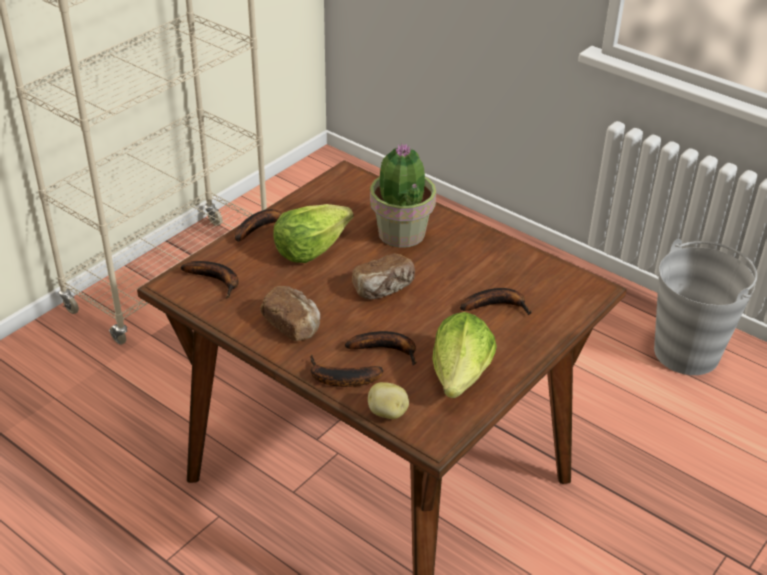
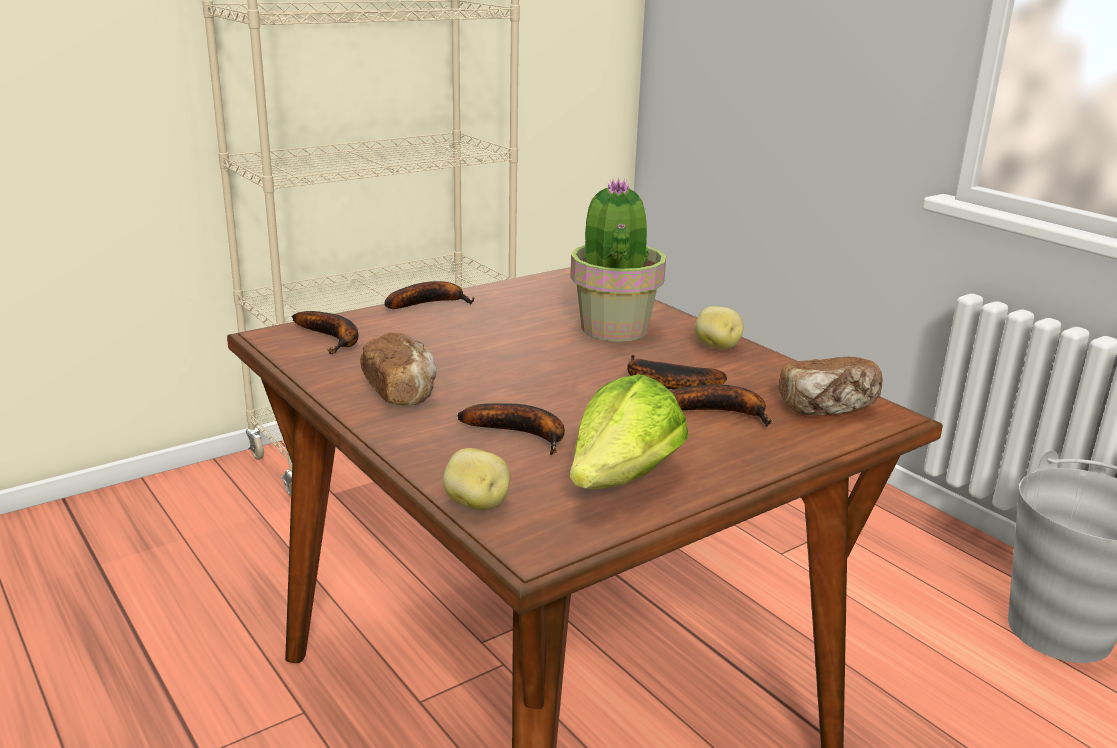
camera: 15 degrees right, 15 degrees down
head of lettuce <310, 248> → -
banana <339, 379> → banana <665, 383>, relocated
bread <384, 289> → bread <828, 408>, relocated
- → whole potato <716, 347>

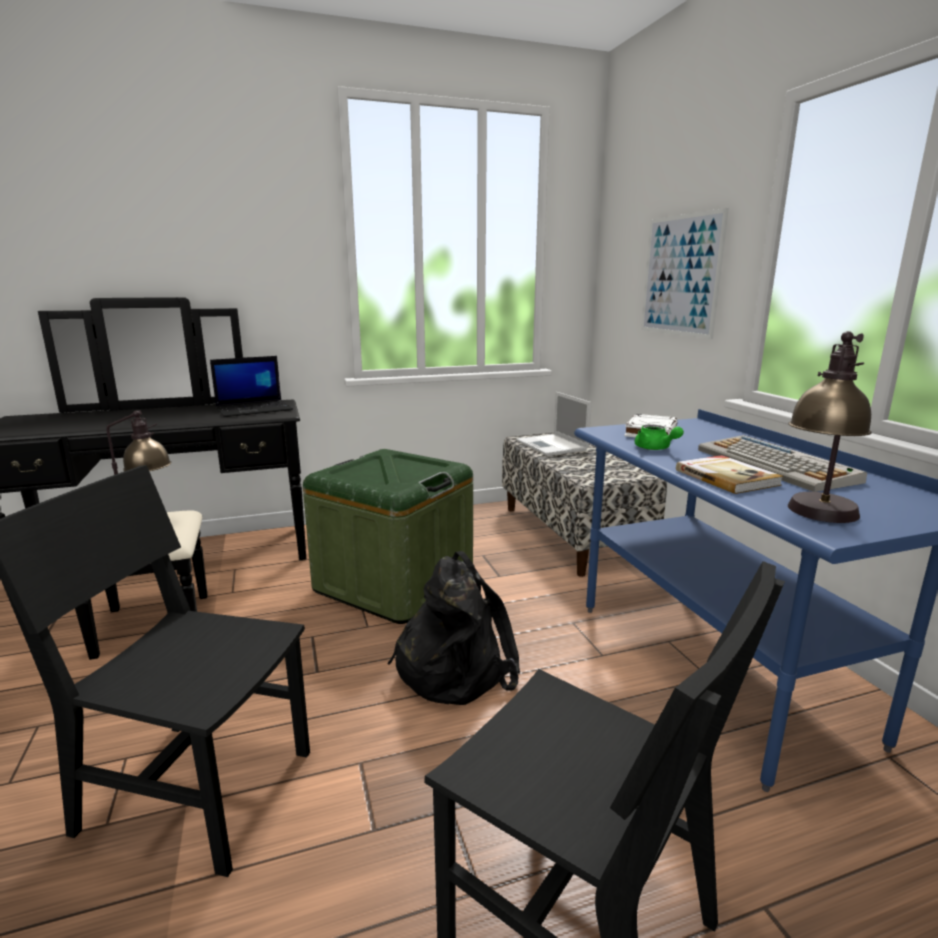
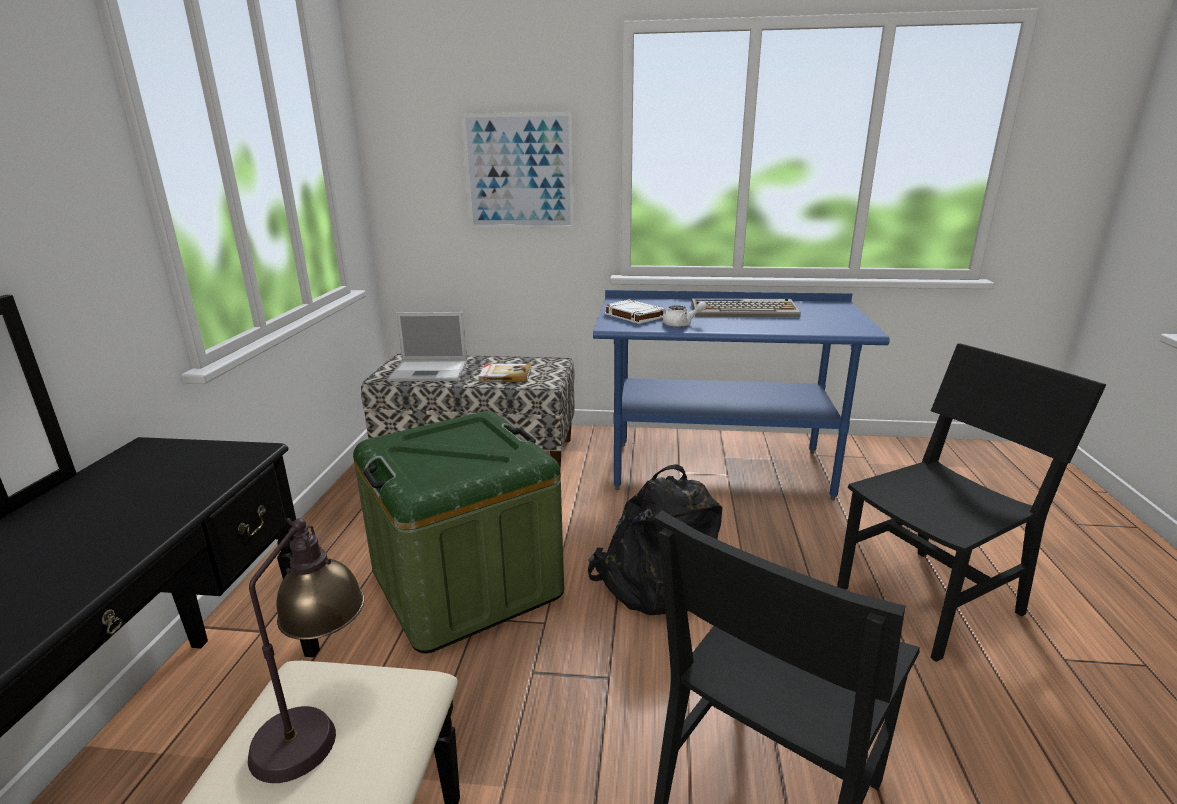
camera: 65 degrees left, 5 degrees up
laptop <255, 409> → -
tea pot in greenish <655, 448> → tea pot in white <682, 324>
volume <727, 477> → volume <505, 375>, relocated
table lamp <817, 518> → -

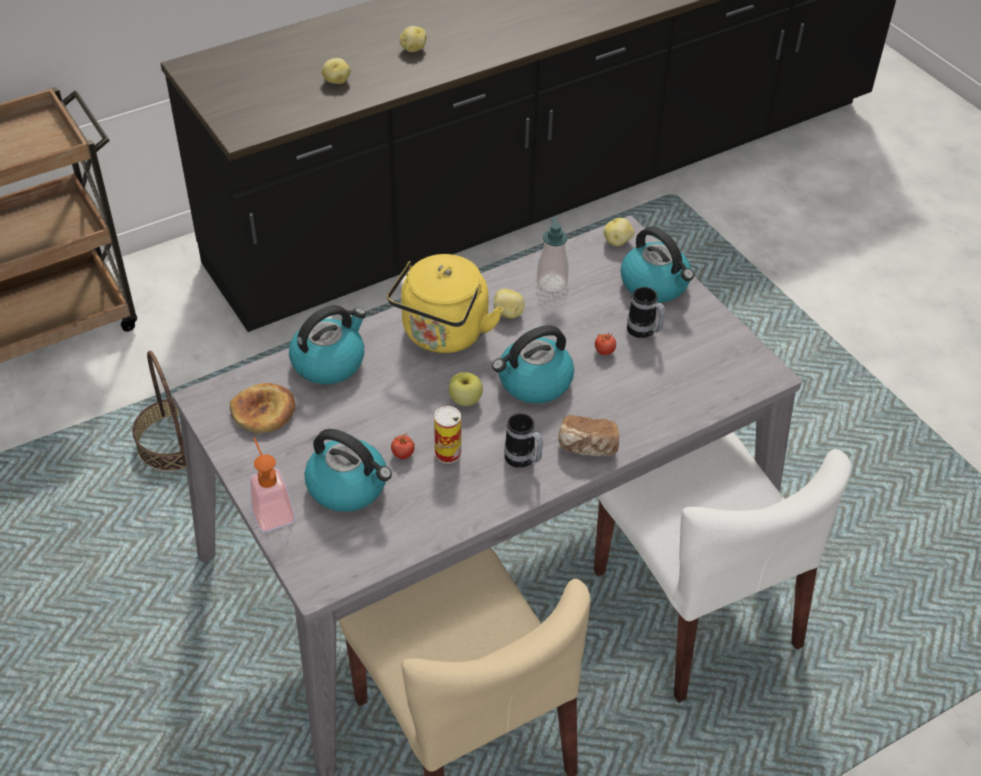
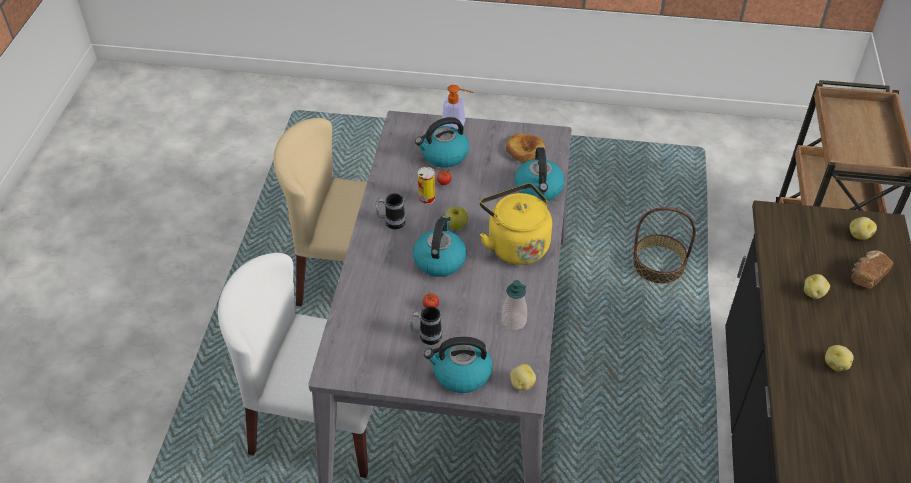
camera: 130 degrees right, 0 degrees up
whole potato <508, 314> → whole potato <859, 235>, relocated
bread <587, 447> → bread <867, 276>, relocated

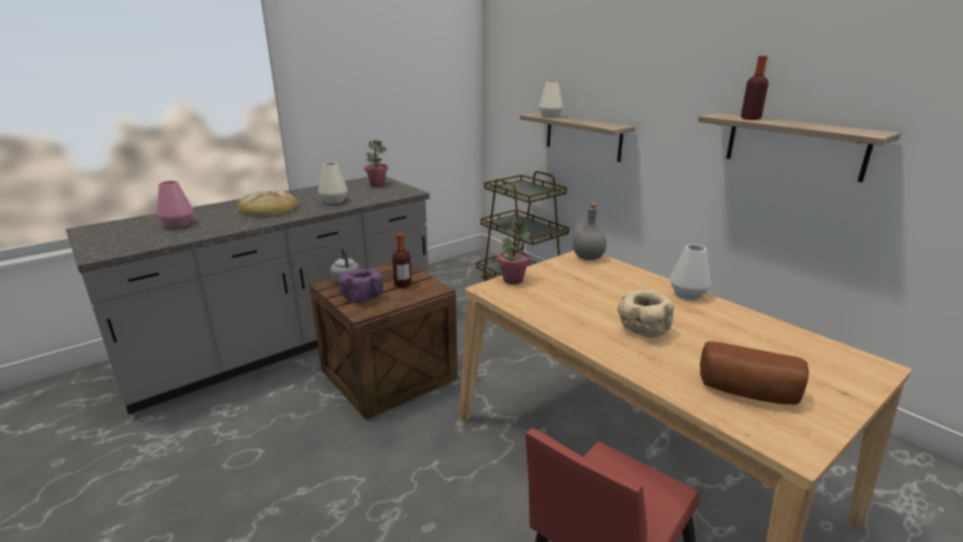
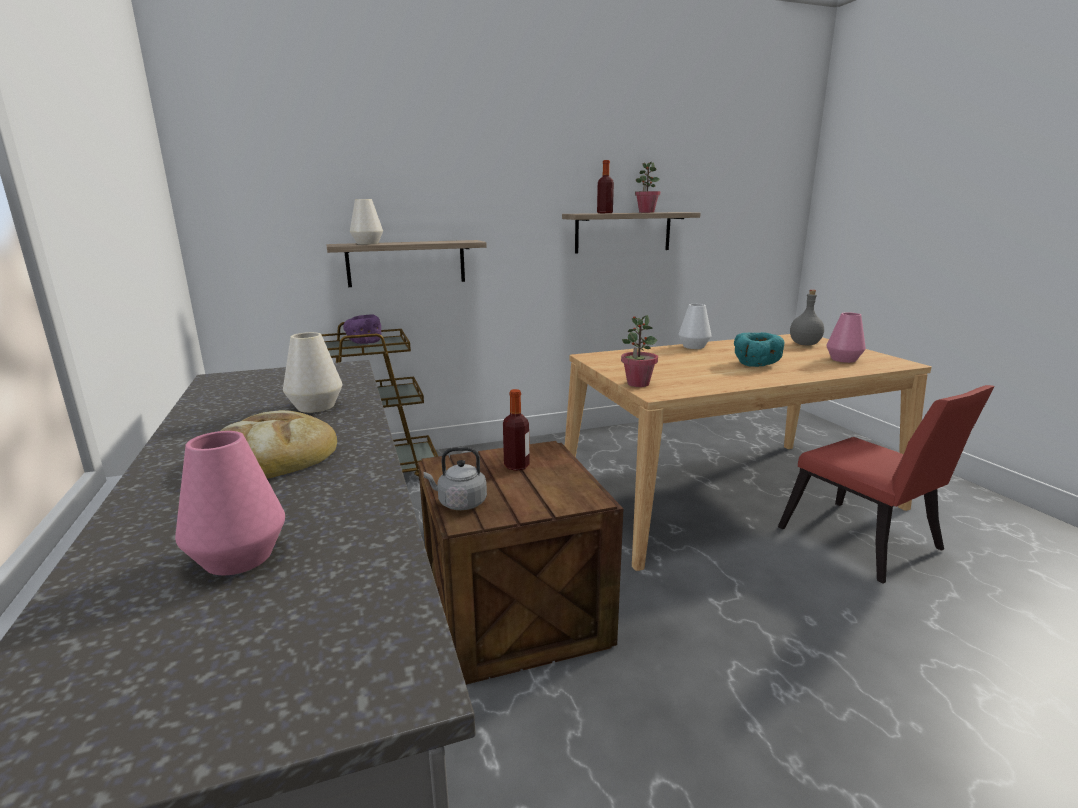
camera: 70 degrees left, 5 degrees down
deep dish in purplish <362, 297> → deep dish in purplish <364, 342>, relocated
plant in a pot <377, 184> → plant in a pot <646, 212>, relocated
drink bottle in greyish <588, 258> → drink bottle in greyish <805, 344>, relocated
deep dish in sand-coloured <642, 330> → deep dish in turquoise-coloured <755, 365>
bread <748, 393> → vase in pink <843, 359>

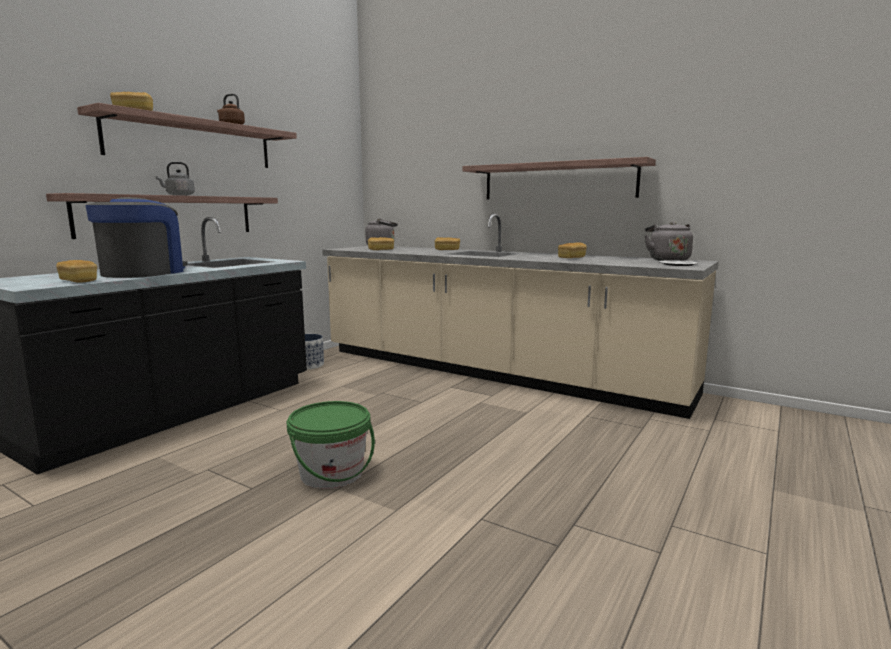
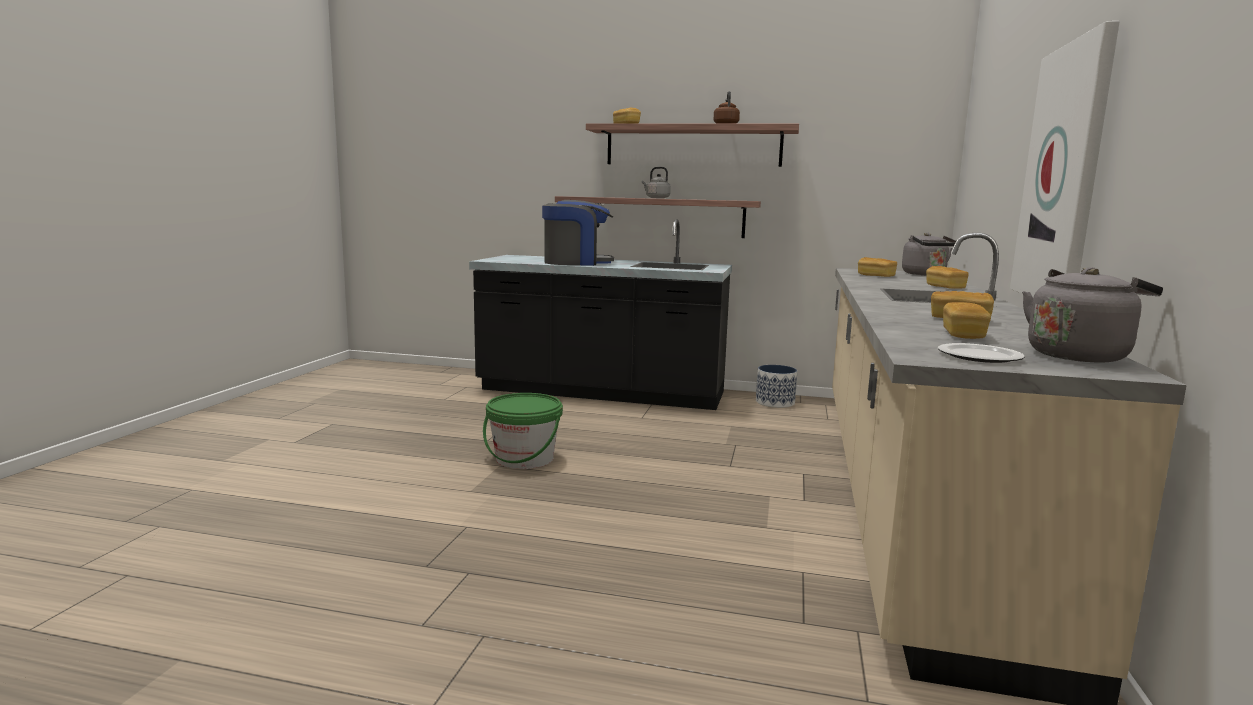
camera: 70 degrees right, 0 degrees up
bread <78, 281> → bread <963, 335>, relocated
wall shelf <557, 181> → picture <1064, 175>

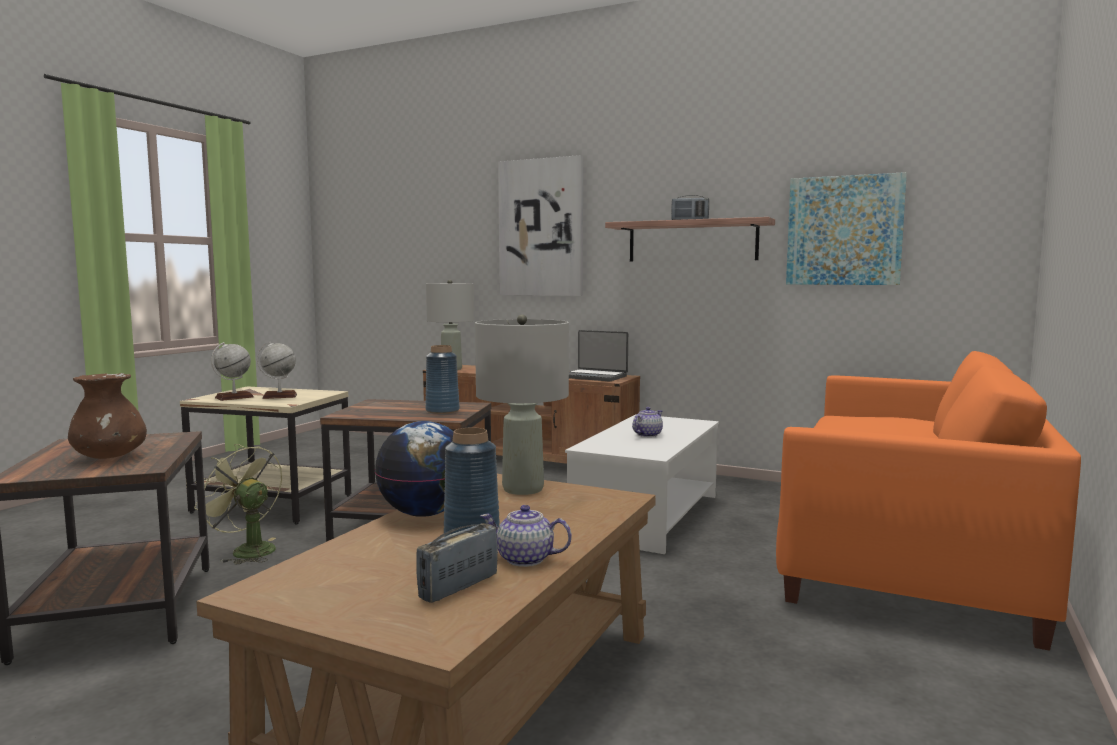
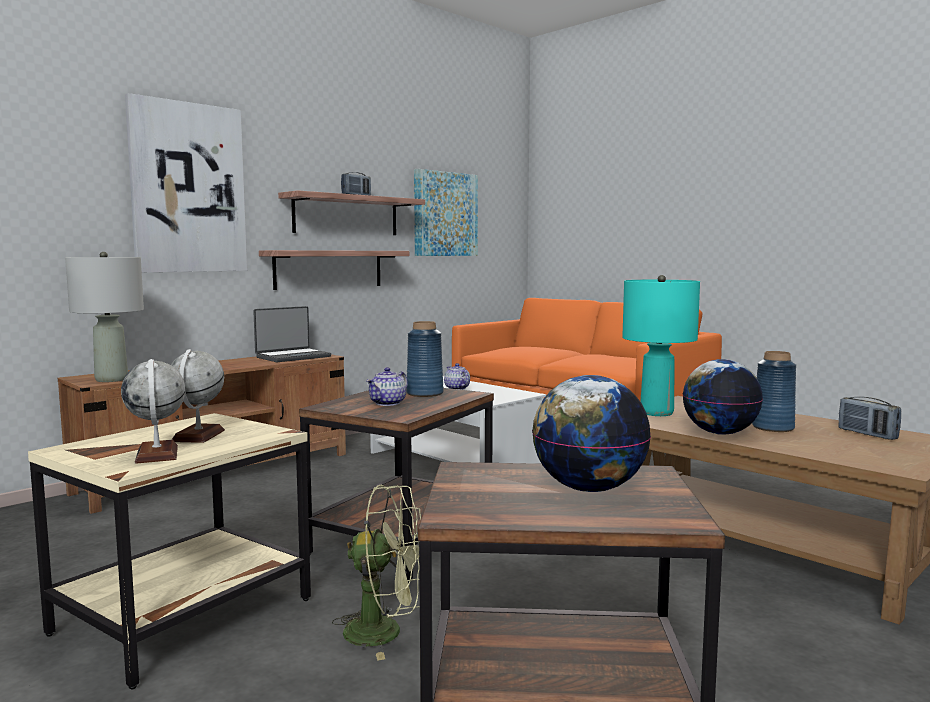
camera: 70 degrees left, 0 degrees up
vase in brown-coloured <110, 457> → globe <588, 488>
electric fan in greenish <246, 550> → electric fan in greenish <386, 632>, 135 degrees counterclockwise
table lamp in greyish <523, 489> → table lamp in turquoise-coloured <656, 412>
tea pot <525, 559> → tea pot <388, 403>, relocated
- → wall shelf <329, 269>

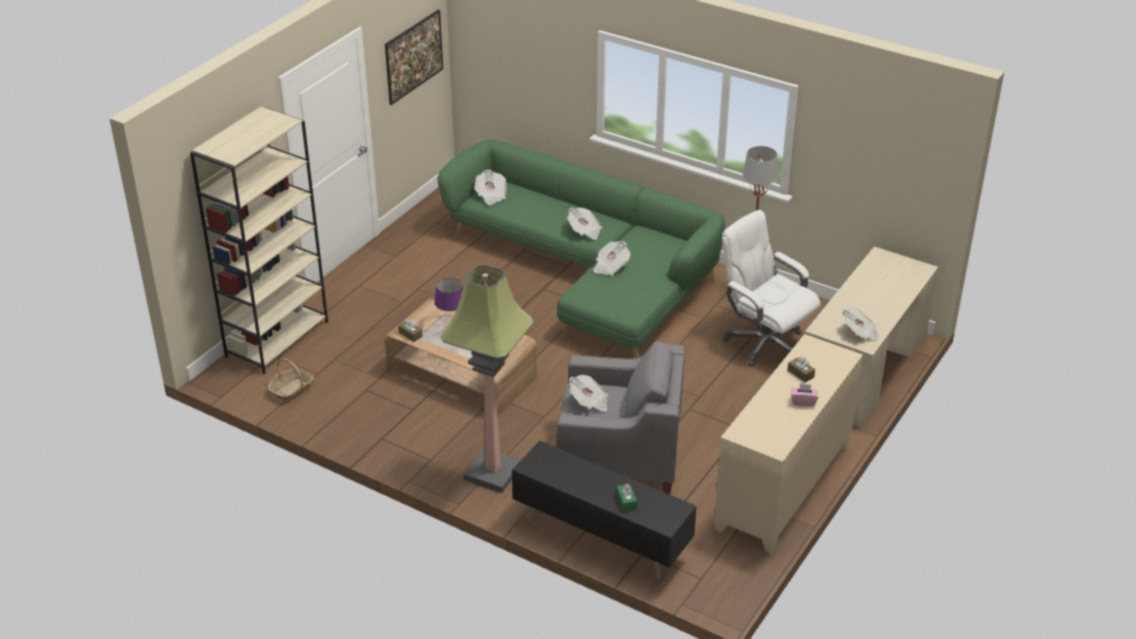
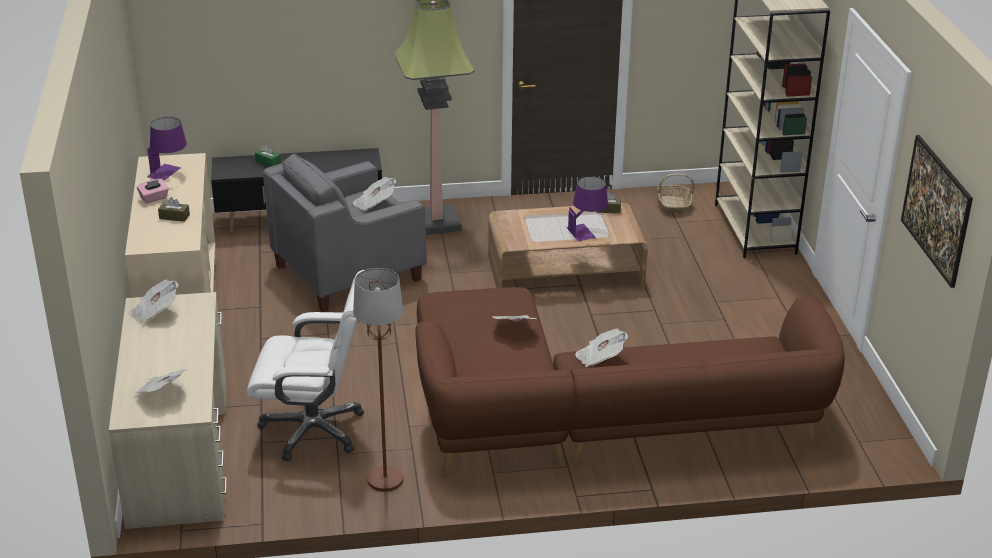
camera: 140 degrees right, 5 degrees down
couch in greenish <589, 273> → couch in brown-coloured <591, 417>
daily paper <491, 195> → daily paper <162, 392>, relocated
- → table lamp in purplish <170, 173>

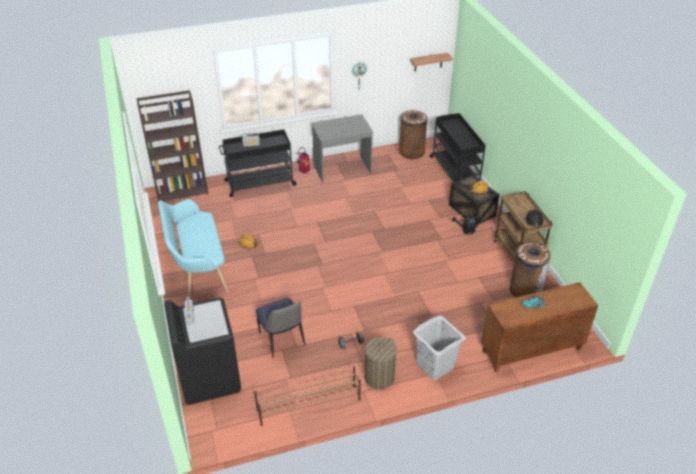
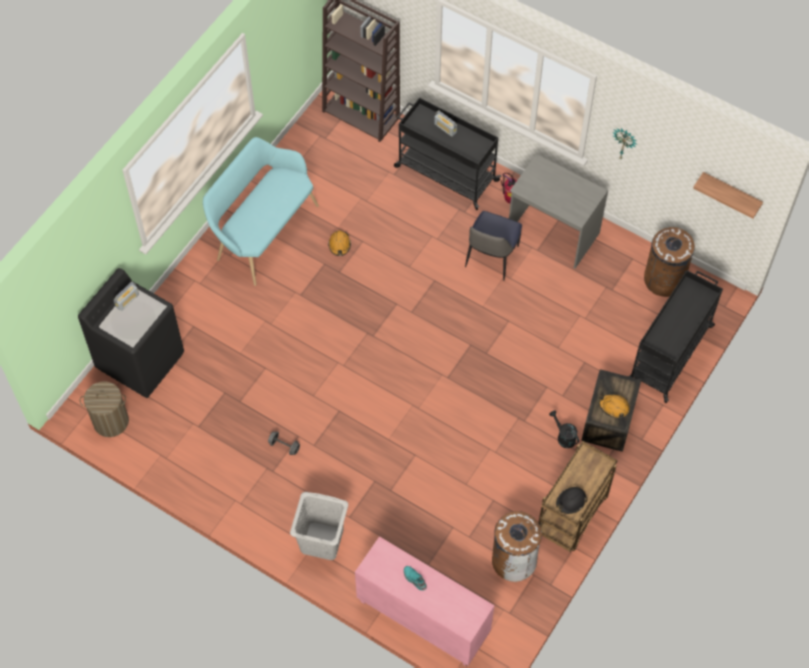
camera: 50 degrees right, 20 degrees up
shoe shelf in brown-coloured <308, 404> → -
upright chair <282, 340> → upright chair <491, 258>, relocated
washing basket <379, 377> → washing basket <110, 421>, relocated
cabinet in brown-coloured <531, 351> → cabinet in pink <422, 618>

